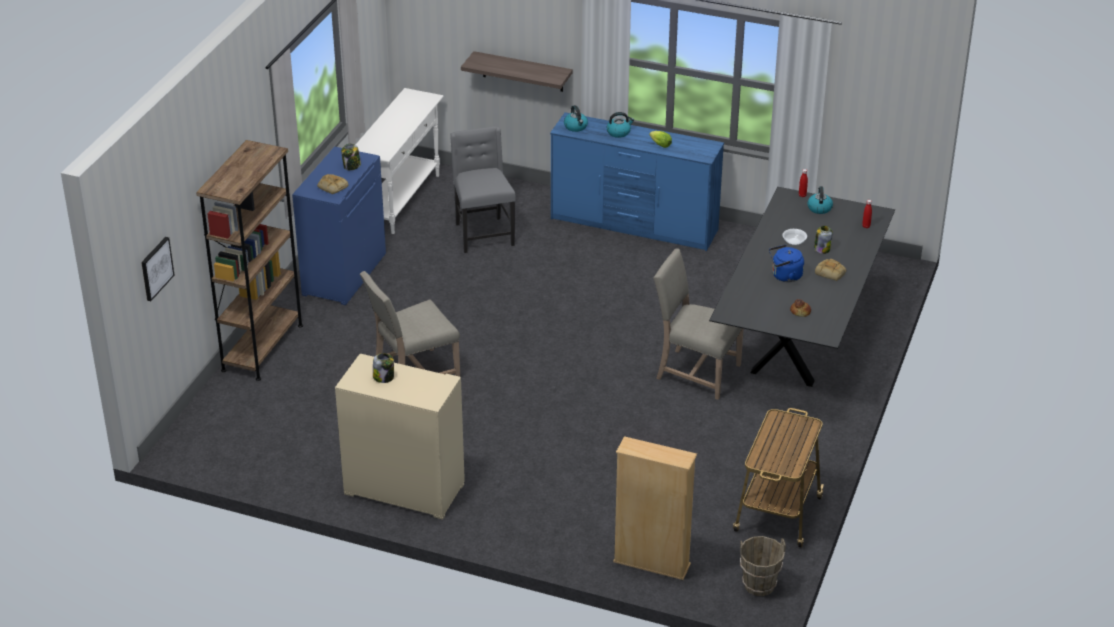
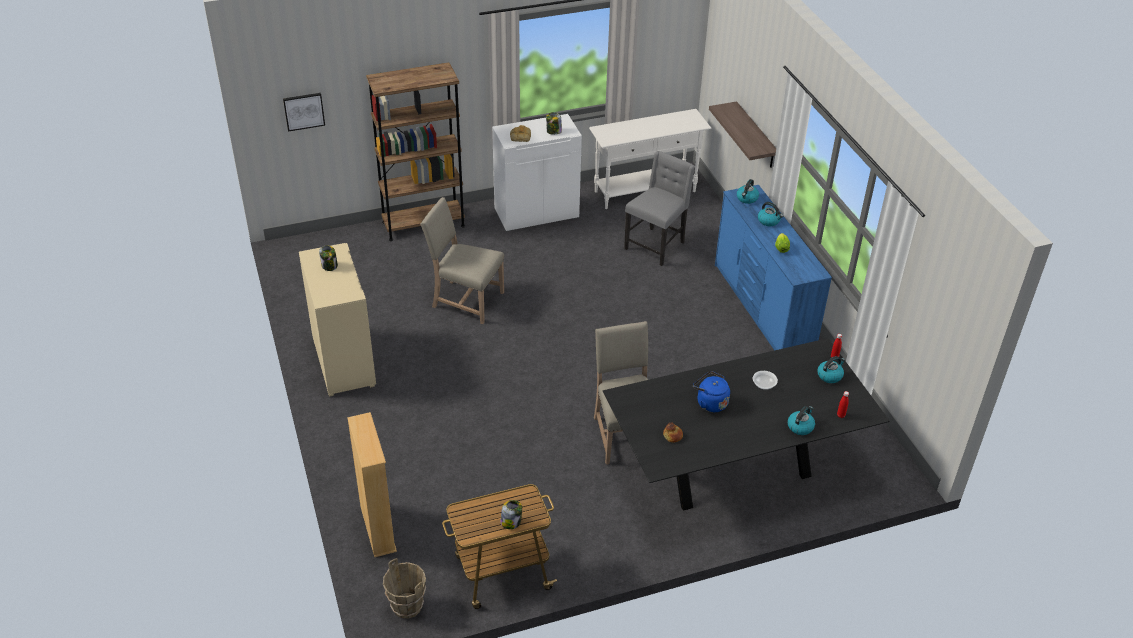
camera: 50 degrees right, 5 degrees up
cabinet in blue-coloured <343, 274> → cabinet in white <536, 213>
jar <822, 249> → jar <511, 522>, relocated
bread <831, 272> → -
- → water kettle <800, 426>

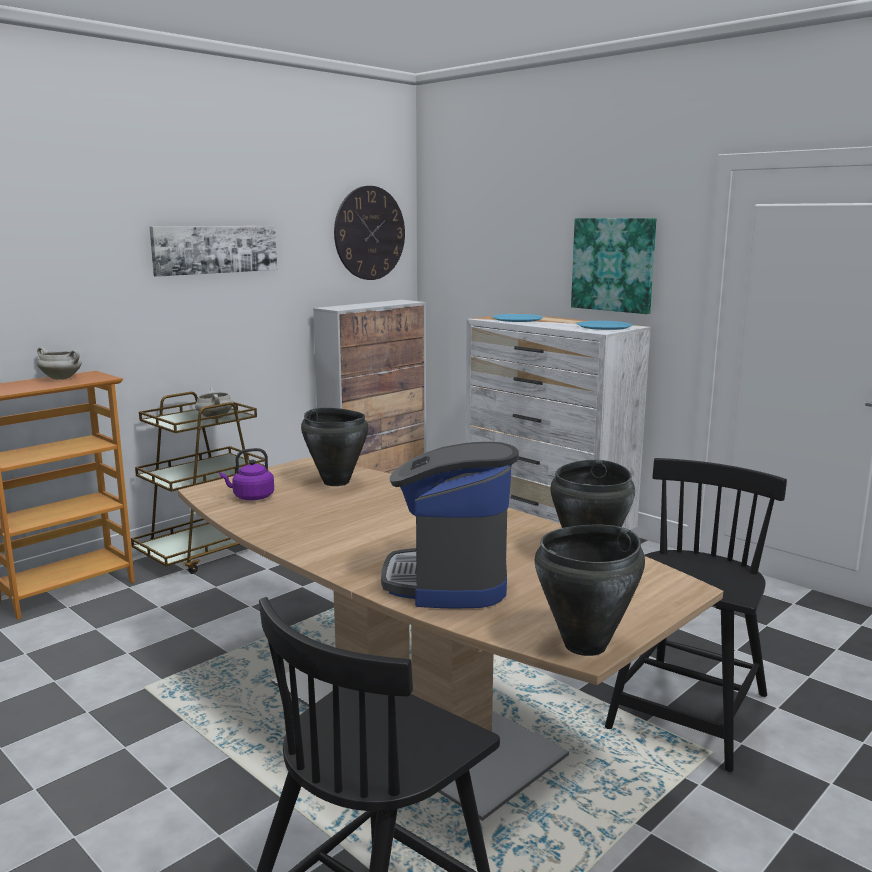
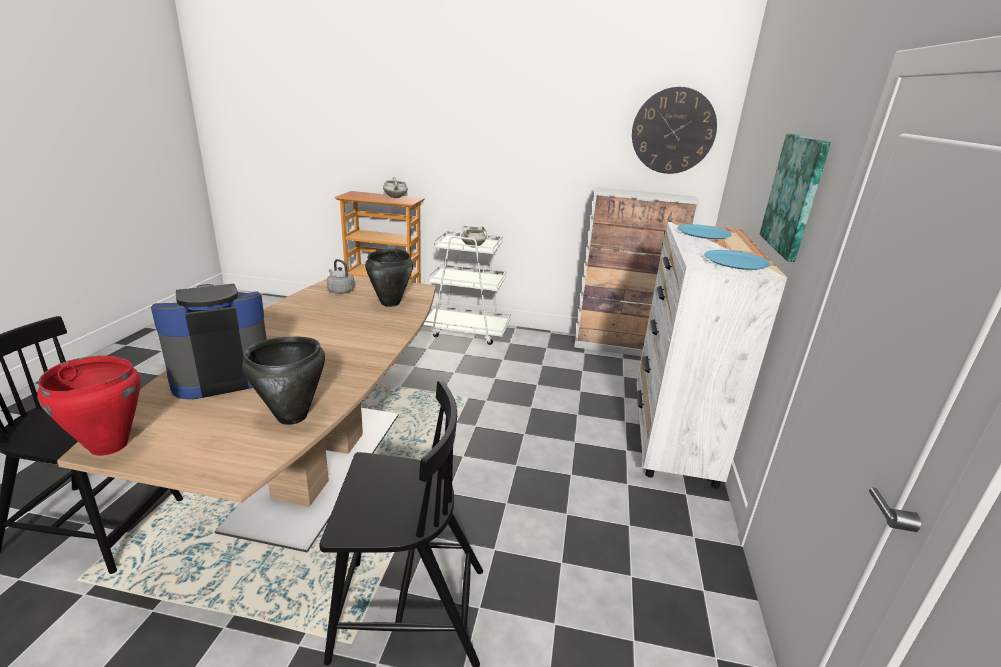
camera: 55 degrees right, 10 degrees up
cart in brown-coloured <209, 551> → cart in white <466, 331>
picture <215, 249> → -
water kettle in purplish <251, 497> → water kettle in greyish <340, 291>
cooking pot in black <586, 645> → cooking pot in red <109, 446>

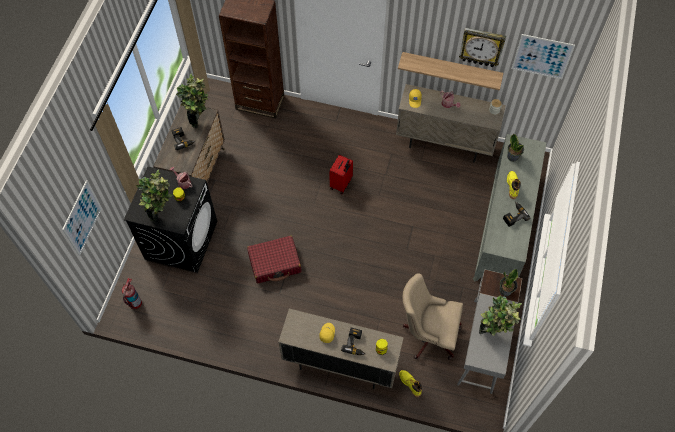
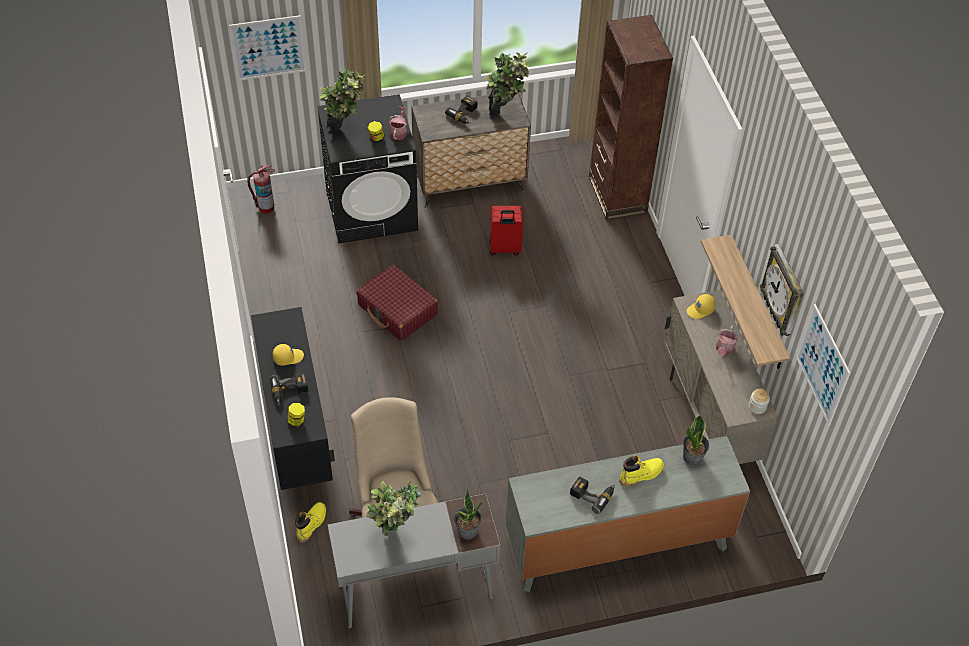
camera: 60 degrees right, 10 degrees down
cabinet in sand-coloured <340, 364> → cabinet in black <297, 436>
piece of luggage in red <341, 184> → piece of luggage in red <504, 249>, relocated

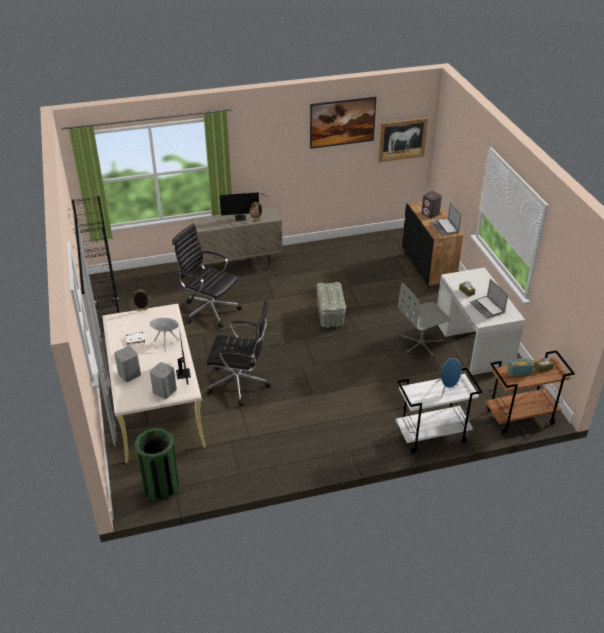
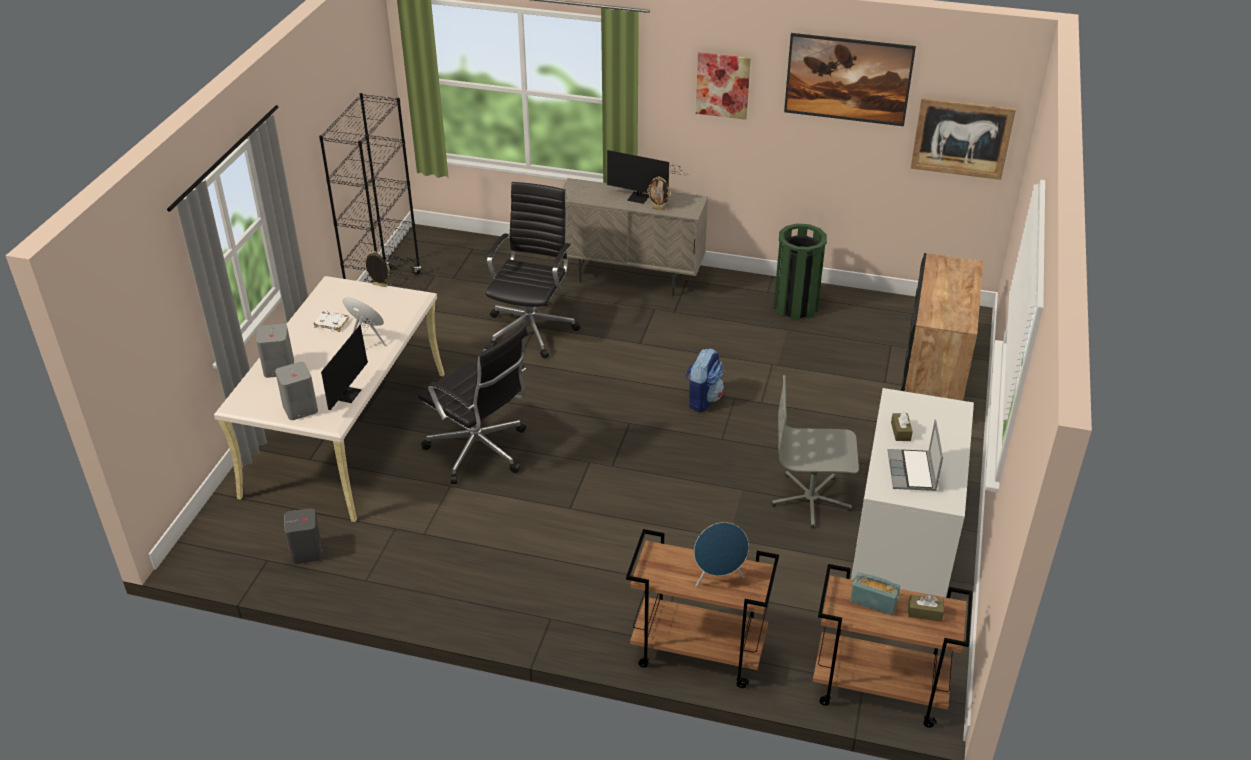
camera: 30 degrees right, 0 degrees up
trash can in greenish <161, 487> → trash can in greenish <795, 307>, relocated
desk chair in black <209, 310> → desk chair in black <532, 328>, 45 degrees clockwise
storage container in greyish <330, 315> → rucksack <702, 399>
cart in white <431, 436> → cart in brown-coloured <697, 653>
speaker in greyish <430, 214> → speaker in greyish <306, 552>, relocated
laptop <445, 228> → -
- → picture <722, 85>

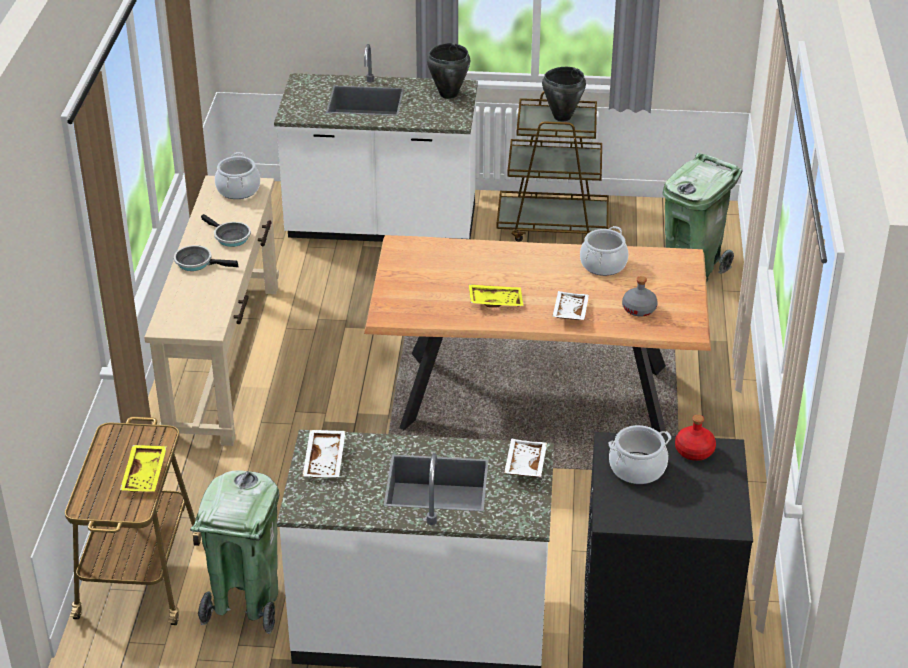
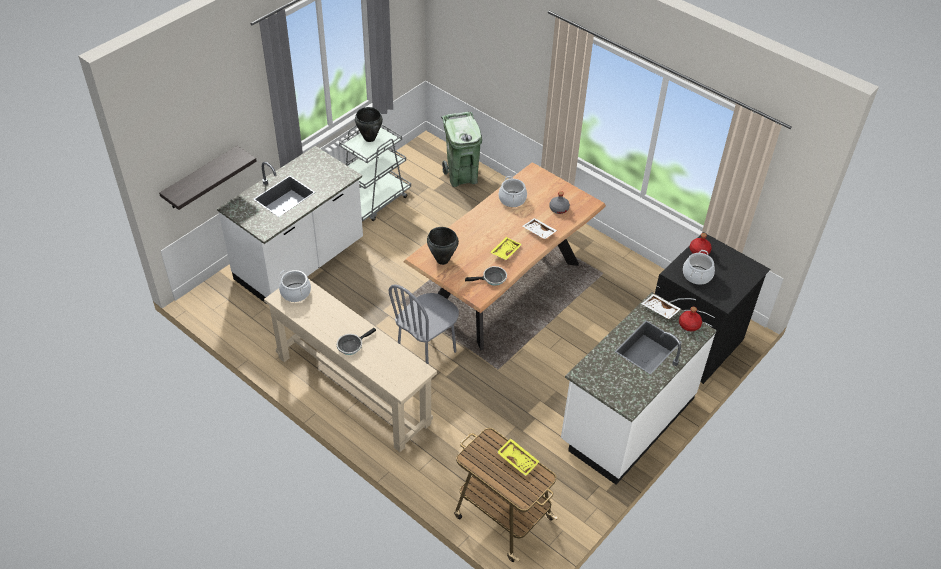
camera: 55 degrees left, 10 degrees up
trash can in greenish <245, 603> → -
frying pan <230, 237> → frying pan <492, 279>, relocated
tray in white <326, 460> → -
cooking pot in black <448, 94> → cooking pot in black <442, 260>, relocated
cart in brown-coloured <553, 225> → cart in greyish <374, 201>
- → wall shelf <201, 178>
- → upright chair in greyish <427, 353>
- → drink bottle in red <689, 324>

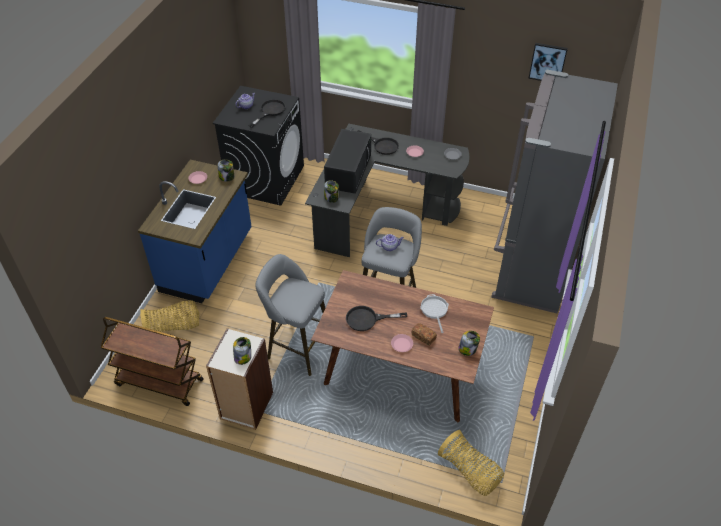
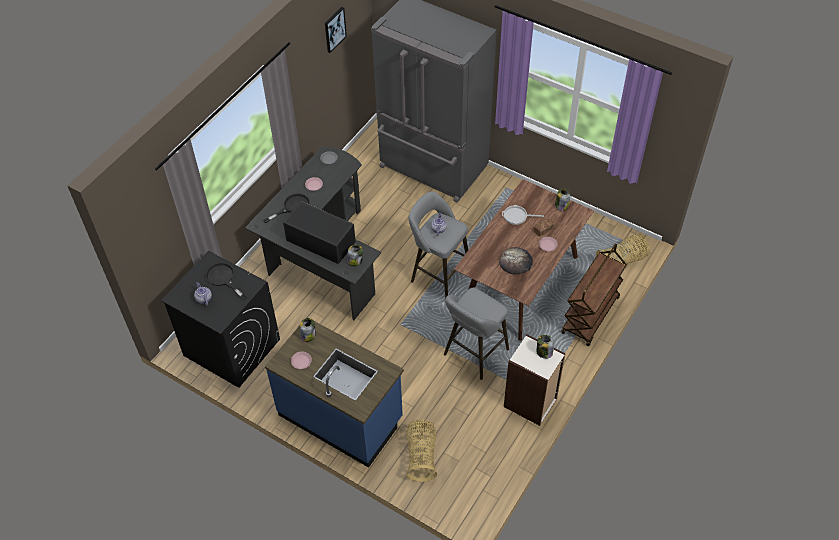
camera: 75 degrees left, 5 degrees up
cart in brown-coloured <158, 382> → cart in brown-coloured <590, 316>, relocated
frying pan in black <367, 319> → bread <516, 262>

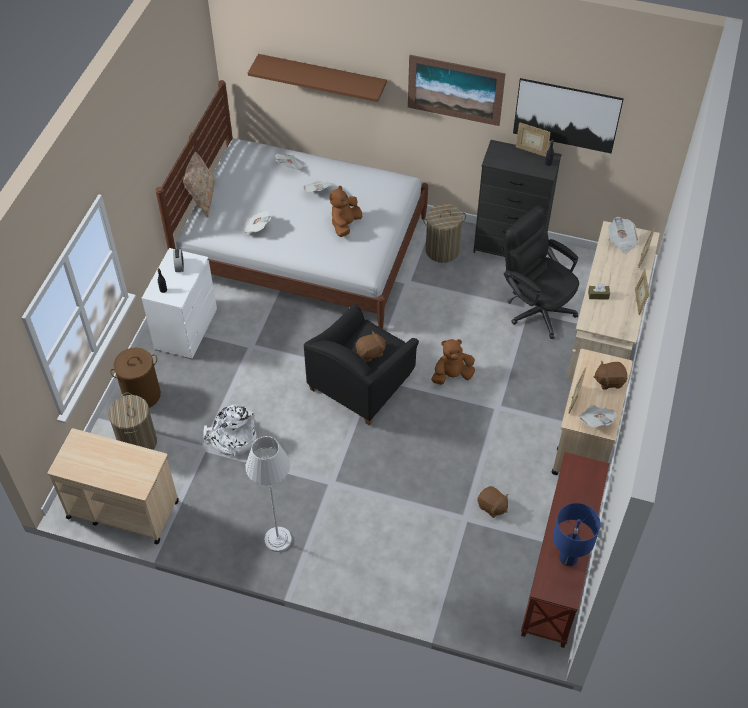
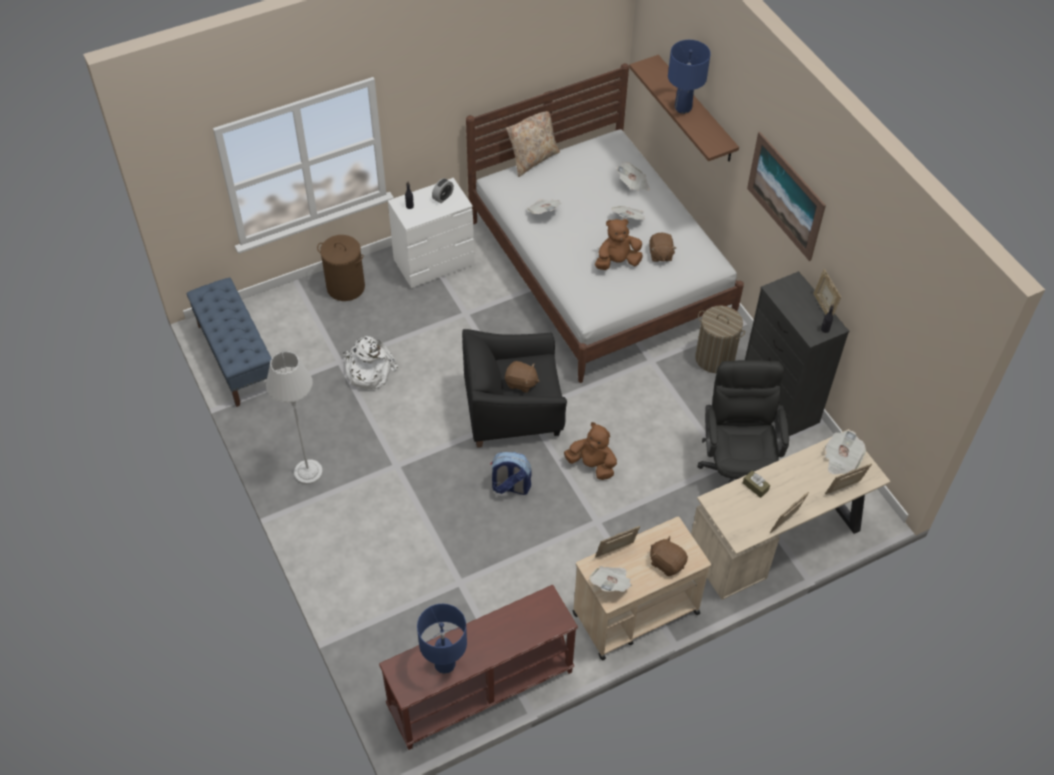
camera: 45 degrees right, 0 degrees up
cart in sand-coloured <122, 509> → indoor bench in blue-coloured <236, 358>
washing basket <137, 442> → -
cuddly toy in brown-coloured <492, 507> → cuddly toy in brown-coloured <660, 254>, relocated
picture <566, 115> → -
- → rucksack <510, 487>
- → table lamp in blue-coloured <683, 108>

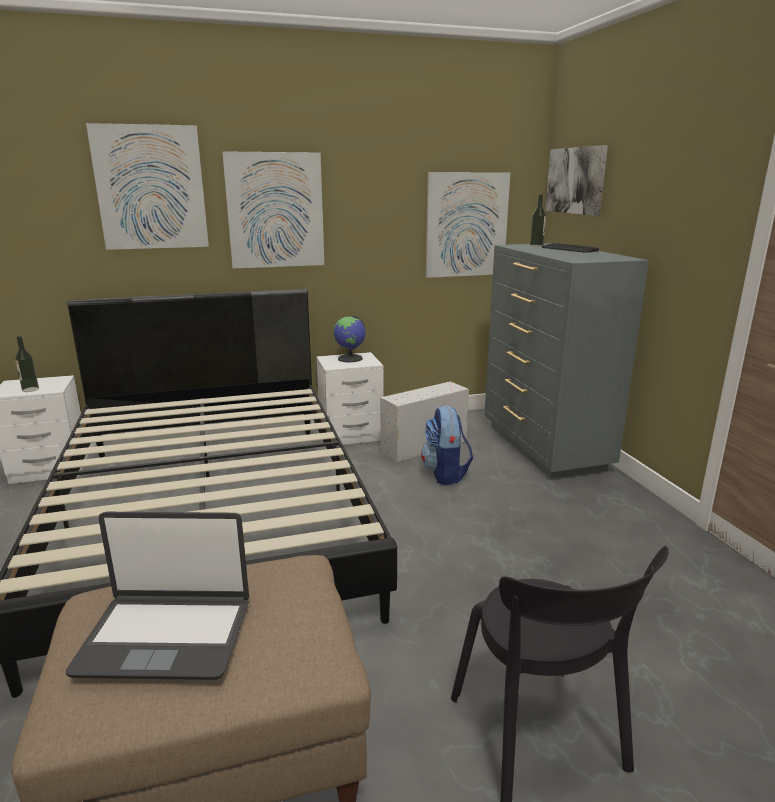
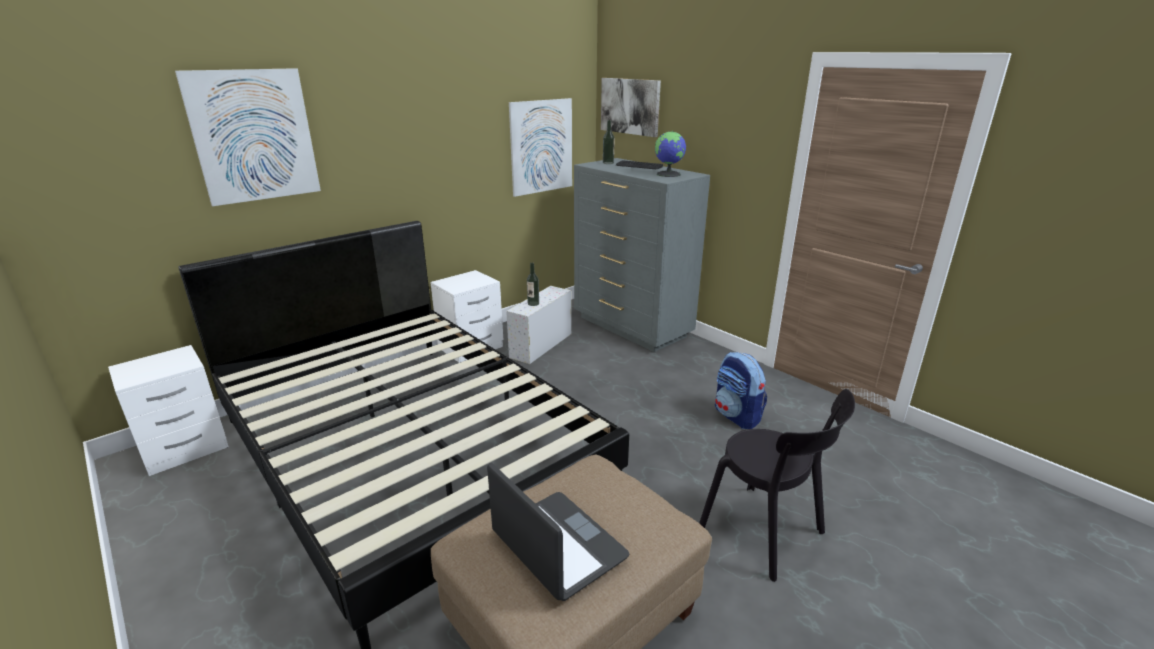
camera: 25 degrees left, 5 degrees up
drink bottle <30, 389> → drink bottle <533, 303>, relocated
laptop <166, 636> → laptop <557, 546>, 105 degrees counterclockwise
picture <275, 211> → -
globe <350, 358> → globe <669, 174>, relocated
rucksack <445, 474> → rucksack <737, 416>, relocated

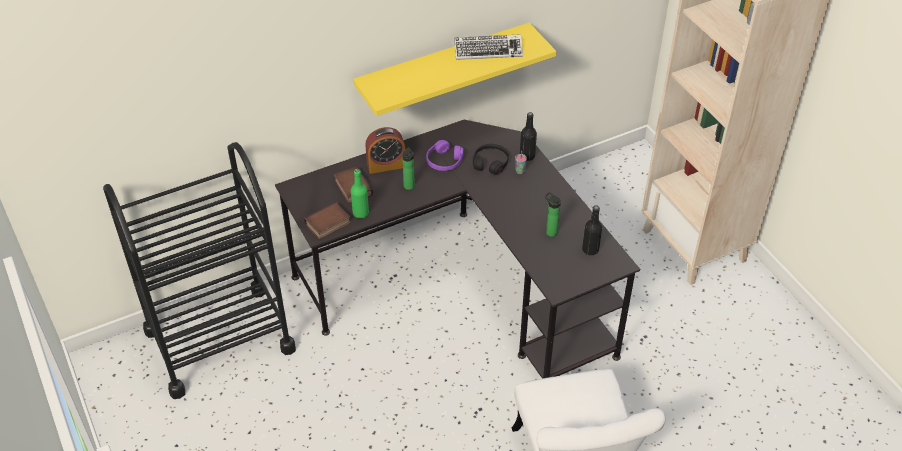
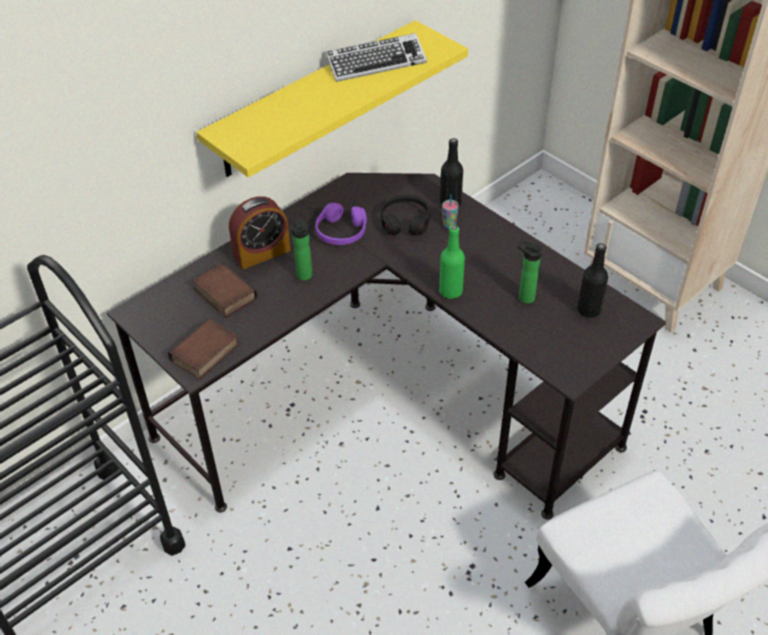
camera: 15 degrees left, 0 degrees up
drink bottle in greenish <360, 213> → drink bottle in greenish <450, 291>, relocated

